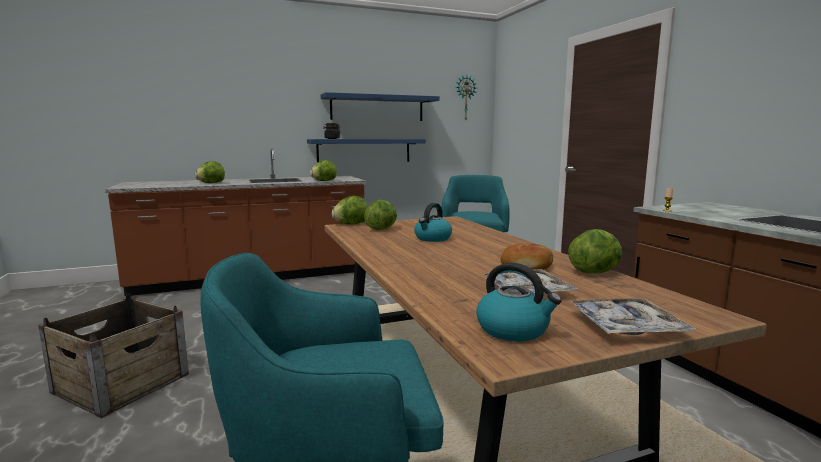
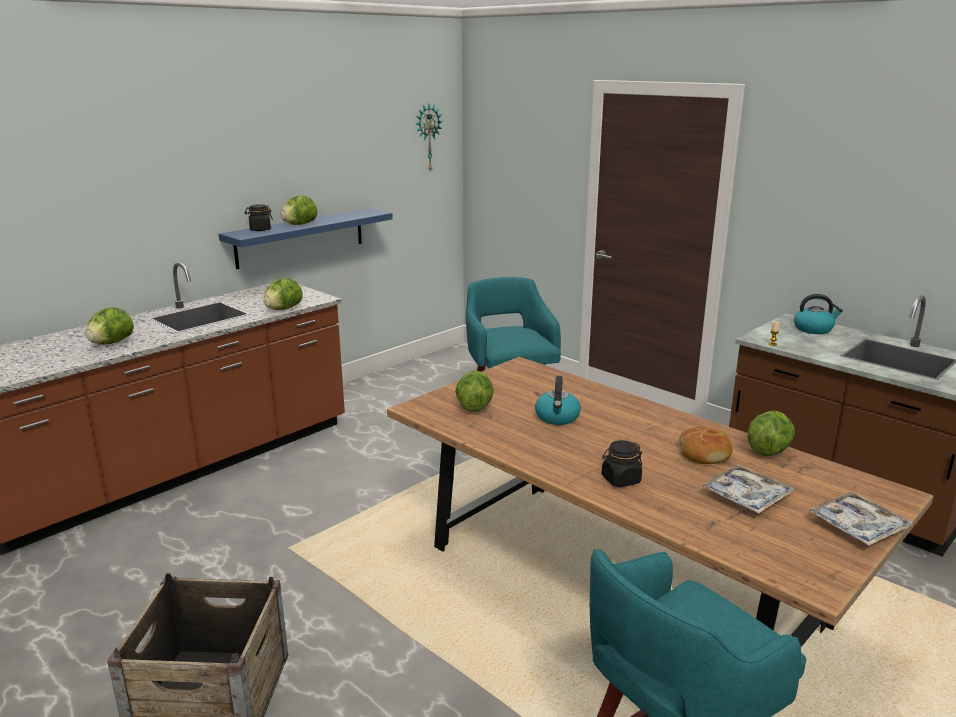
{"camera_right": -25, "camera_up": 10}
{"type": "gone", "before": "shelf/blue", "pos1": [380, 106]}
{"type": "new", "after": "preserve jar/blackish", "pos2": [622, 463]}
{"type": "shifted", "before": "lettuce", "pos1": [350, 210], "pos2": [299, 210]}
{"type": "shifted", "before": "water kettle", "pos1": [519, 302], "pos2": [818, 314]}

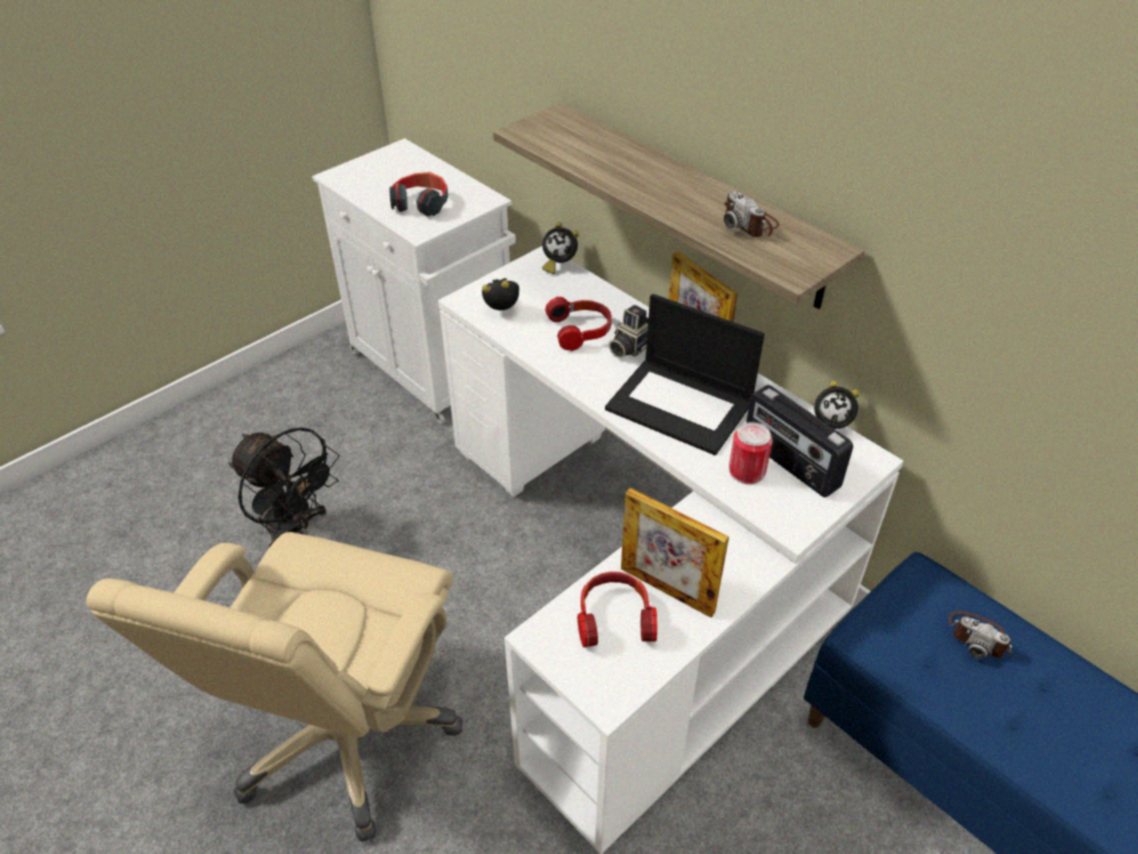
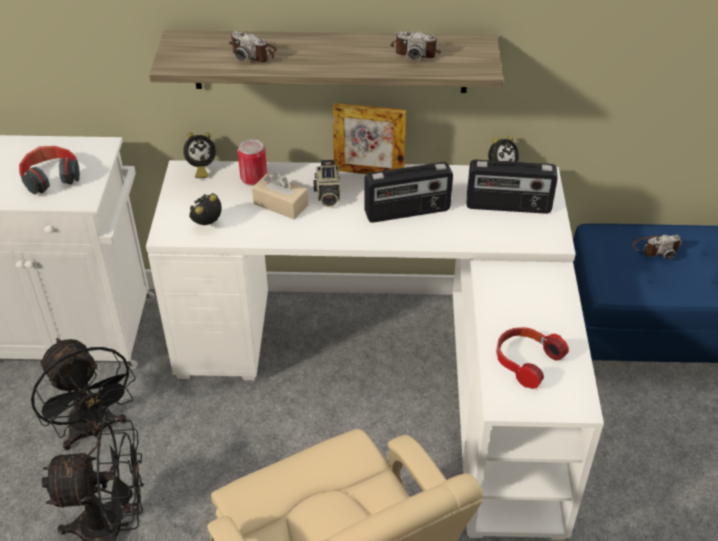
{"camera_right": -45, "camera_up": 0}
{"type": "gone", "before": "standing frame", "pos1": [675, 553]}
{"type": "new", "after": "cooling fan/blackish", "pos2": [83, 394]}
{"type": "new", "after": "photo camera", "pos2": [253, 47]}
{"type": "shifted", "before": "can", "pos1": [751, 453], "pos2": [253, 162]}
{"type": "swapped", "before": "pair of headphones", "after": "tissue box/beige", "pos1": [578, 324], "pos2": [280, 196]}
{"type": "swapped", "before": "notebook computer", "after": "radio", "pos1": [685, 374], "pos2": [408, 192]}

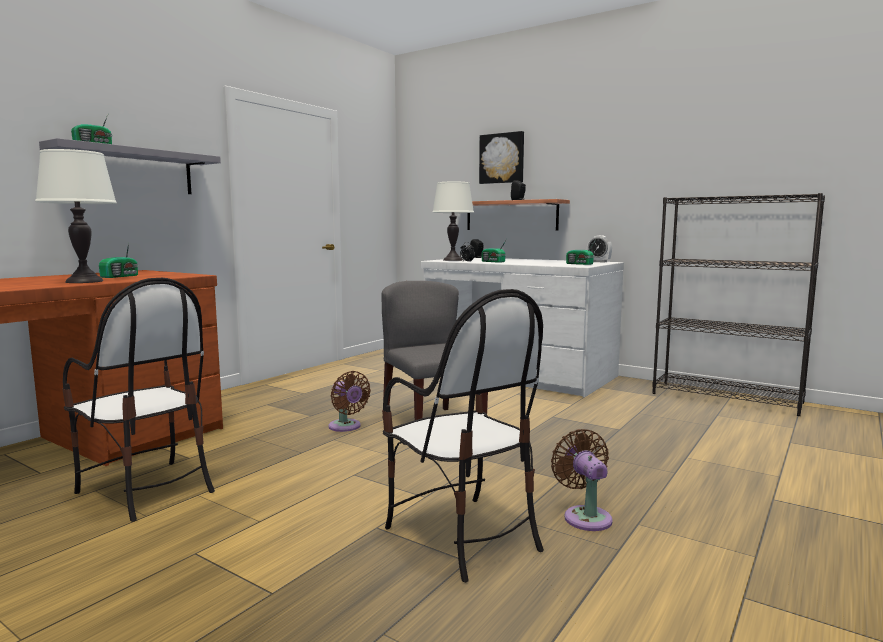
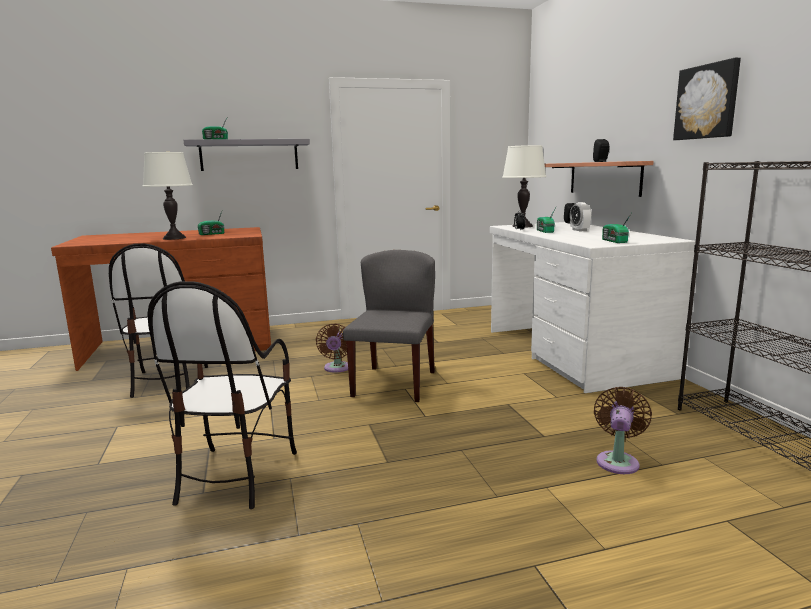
{"camera_right": 40, "camera_up": 5}
{"type": "shifted", "before": "wall art", "pos1": [501, 157], "pos2": [707, 99]}
{"type": "shifted", "before": "cooling fan/brownish", "pos1": [582, 480], "pos2": [623, 430]}
{"type": "shifted", "before": "bedside clock", "pos1": [599, 248], "pos2": [581, 216]}

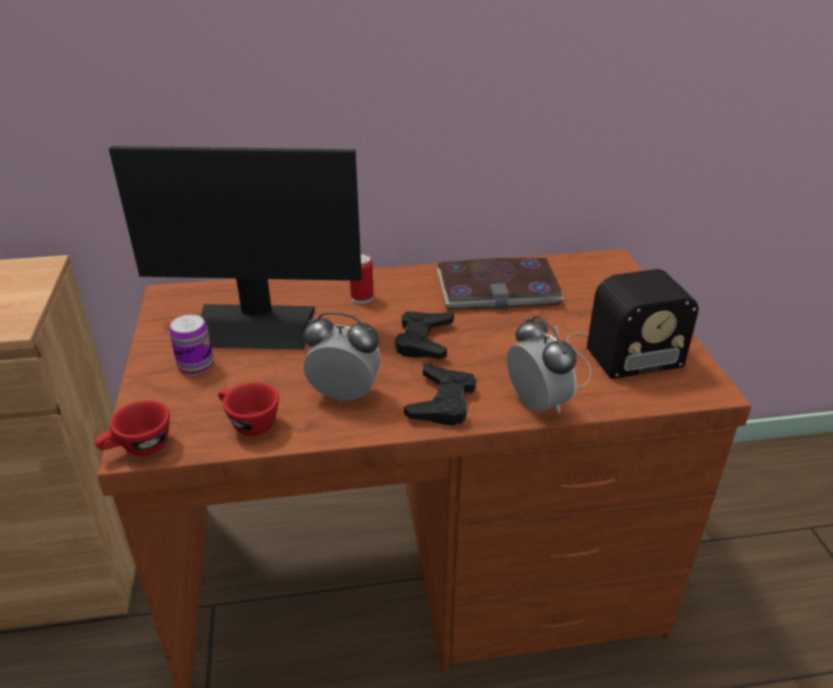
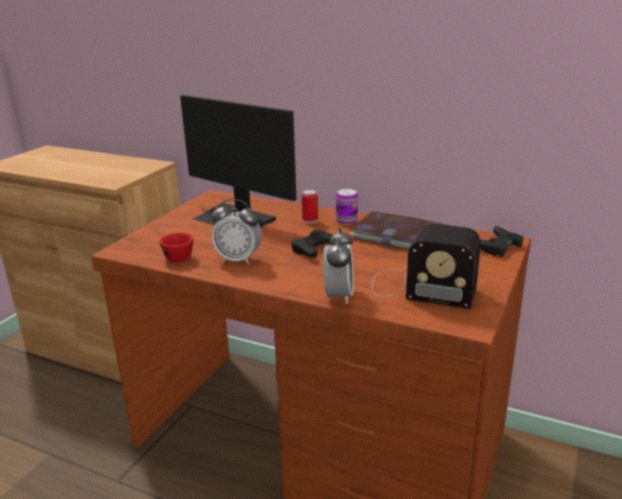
{"camera_right": 35, "camera_up": -10}
{"type": "gone", "before": "drinking cup/reddish", "pos1": [132, 428]}
{"type": "shifted", "before": "can", "pos1": [191, 344], "pos2": [347, 207]}
{"type": "shifted", "before": "joypad/blackish", "pos1": [440, 394], "pos2": [502, 241]}
{"type": "rotated", "before": "bedside clock", "pos1": [342, 357], "pos2": [236, 231], "turn": 150}

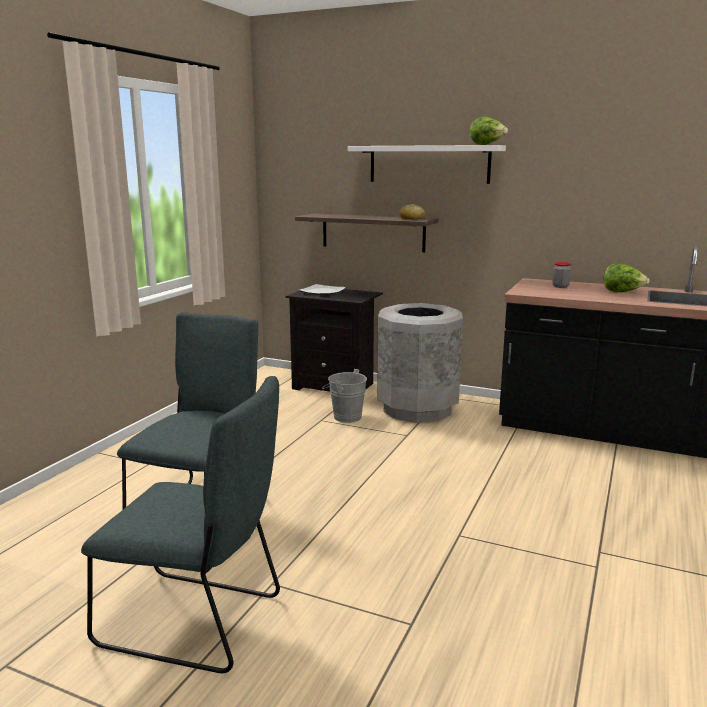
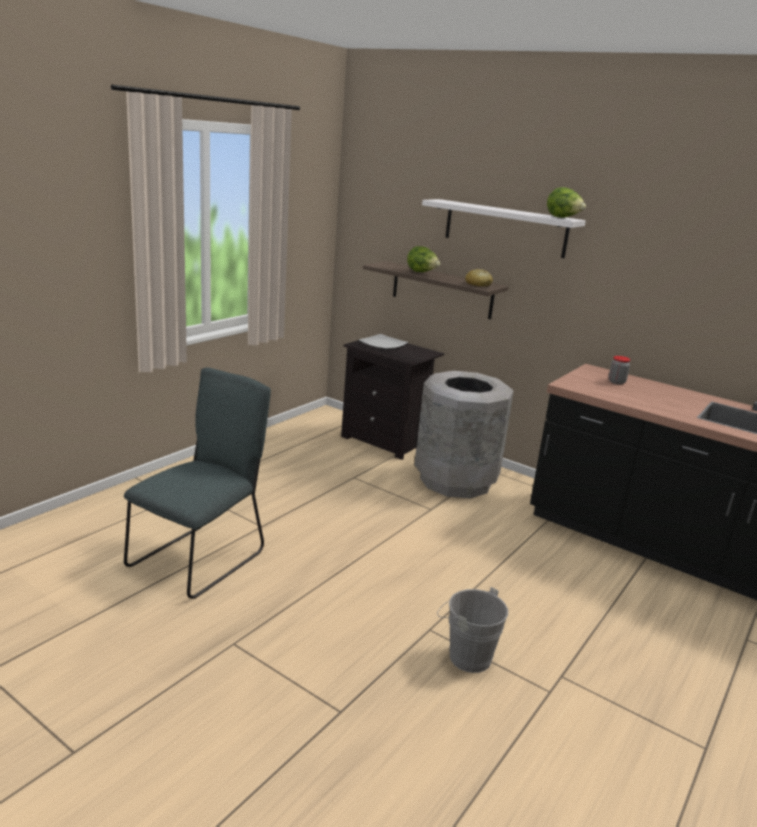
{"camera_right": 10, "camera_up": 5}
{"type": "gone", "before": "upright chair/gray", "pos1": [180, 524]}
{"type": "shifted", "before": "bucket/gray", "pos1": [345, 396], "pos2": [472, 630]}
{"type": "shifted", "before": "lettuce", "pos1": [627, 278], "pos2": [423, 259]}

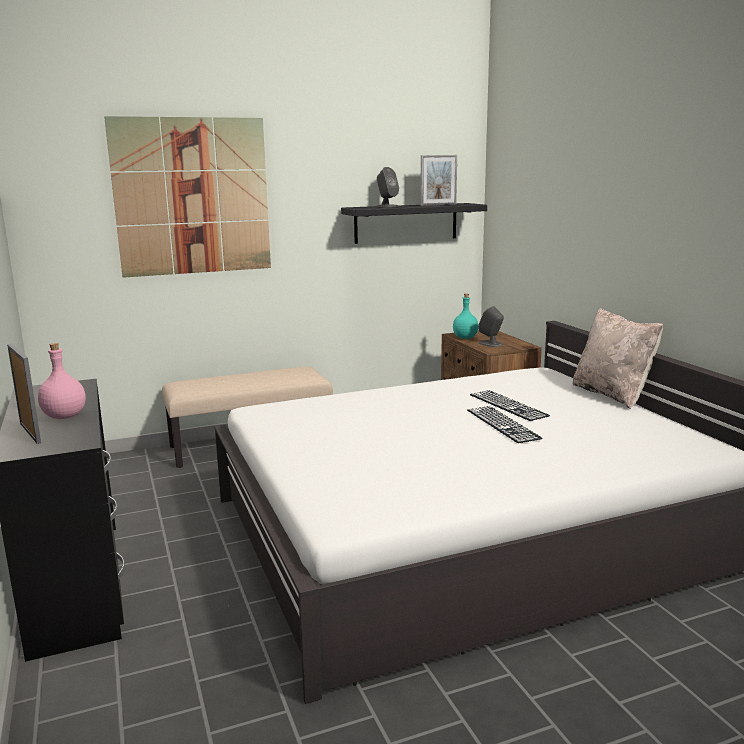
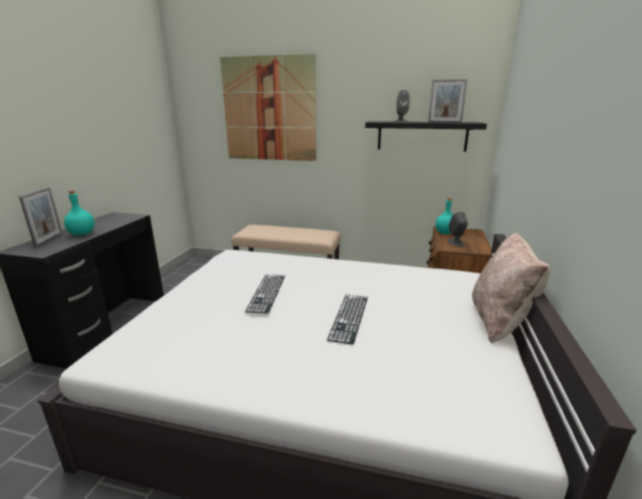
{"camera_right": 35, "camera_up": 5}
{"type": "shifted", "before": "PC keyboard", "pos1": [510, 405], "pos2": [265, 294]}
{"type": "repainted", "before": "beverage bottle/pink-coloured", "after": "beverage bottle/turquoise-coloured", "pos1": [62, 381], "pos2": [79, 213]}

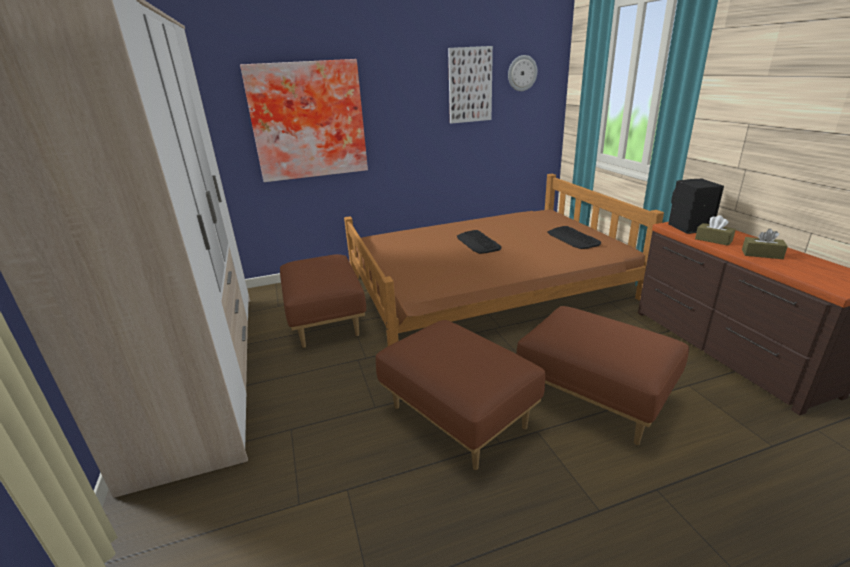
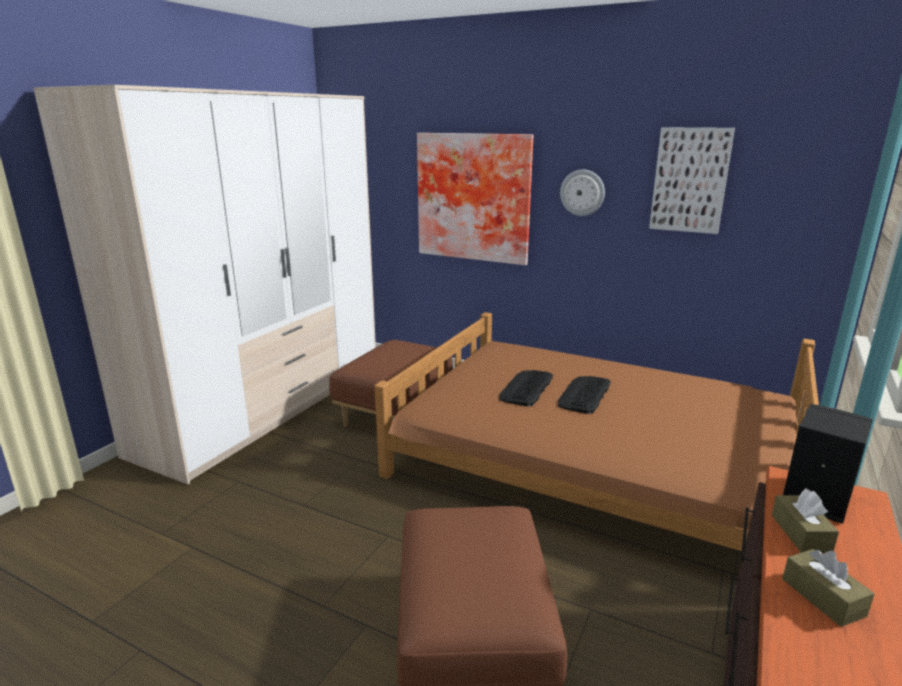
{"camera_right": 45, "camera_up": -5}
{"type": "gone", "before": "pouffe/brownish", "pos1": [460, 395]}
{"type": "shifted", "before": "wall clock", "pos1": [522, 73], "pos2": [582, 192]}
{"type": "shifted", "before": "PC keyboard", "pos1": [574, 237], "pos2": [526, 388]}

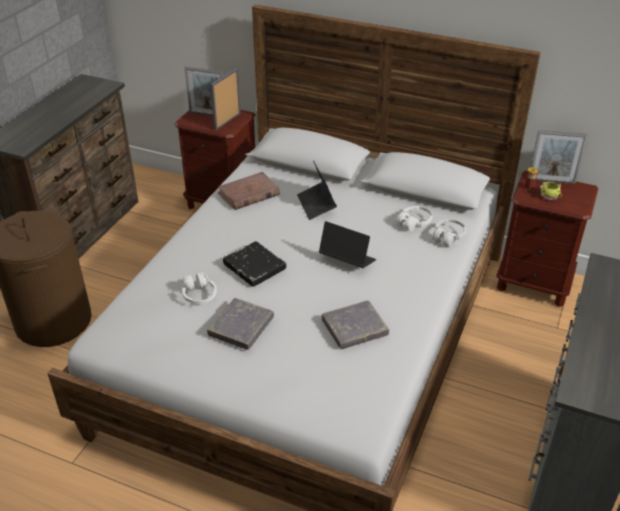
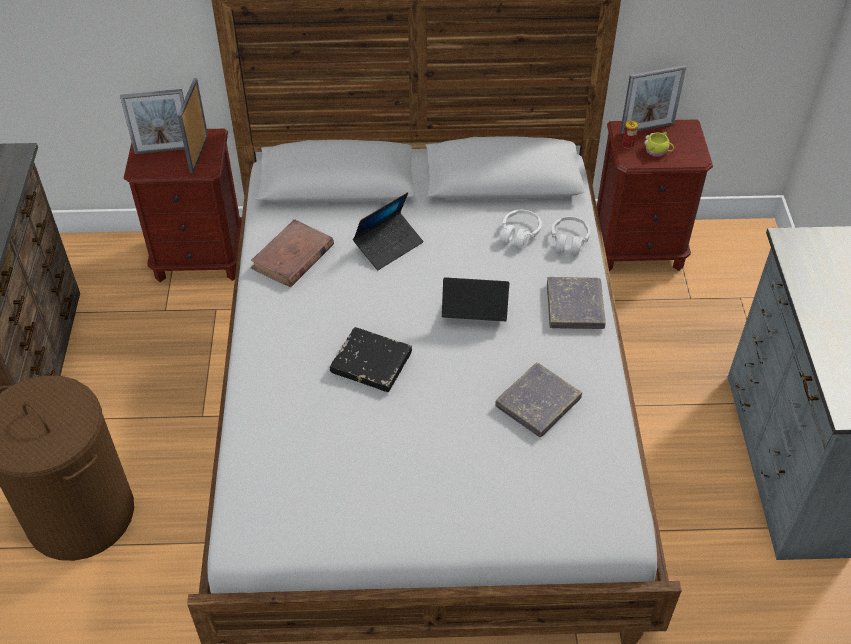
{"camera_right": -25, "camera_up": 10}
{"type": "gone", "before": "pair of headphones/whitish", "pos1": [199, 288]}
{"type": "shifted", "before": "book/gray", "pos1": [240, 324], "pos2": [576, 303]}
{"type": "rotated", "before": "notebook computer", "pos1": [317, 190], "pos2": [388, 231], "turn": -90}

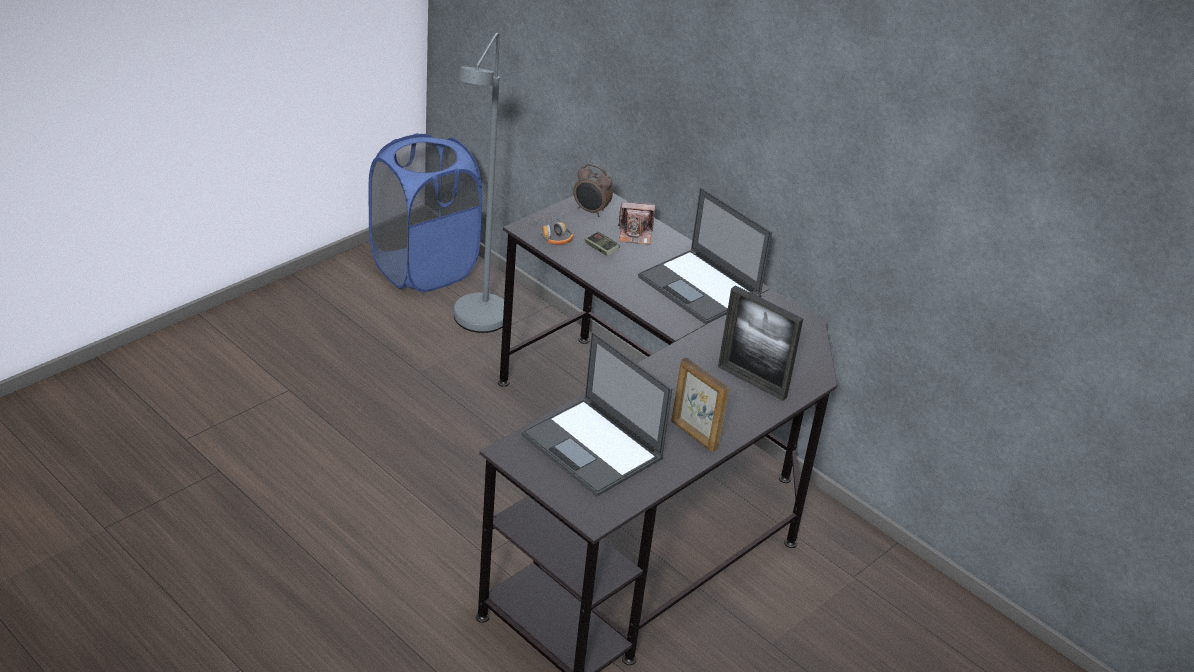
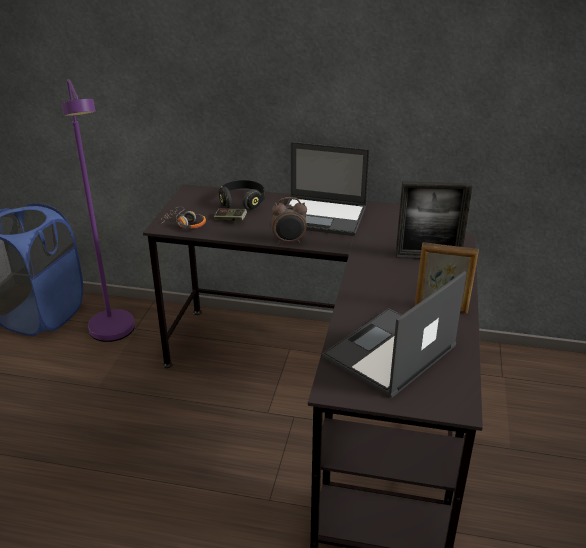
{"camera_right": -30, "camera_up": -5}
{"type": "shifted", "before": "bedside clock", "pos1": [593, 190], "pos2": [289, 220]}
{"type": "swapped", "before": "photo camera", "after": "pair of headphones/blackish", "pos1": [636, 223], "pos2": [242, 195]}
{"type": "repainted", "before": "floor lamp/gray", "after": "floor lamp/purple", "pos1": [479, 183], "pos2": [98, 210]}
{"type": "rotated", "before": "notebook computer", "pos1": [596, 414], "pos2": [394, 334], "turn": 120}

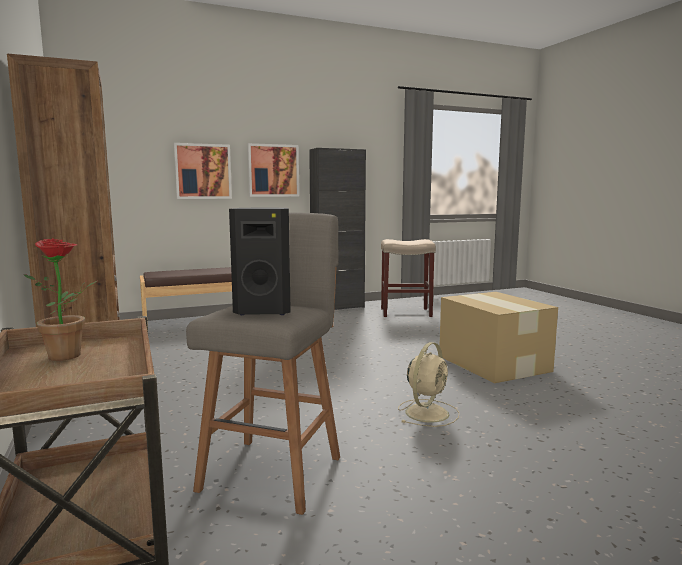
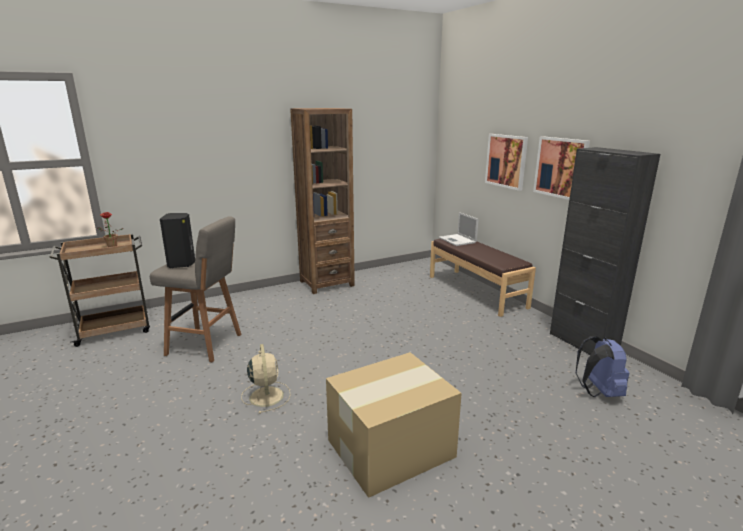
{"camera_right": 85, "camera_up": 10}
{"type": "new", "after": "notebook computer", "pos2": [459, 229]}
{"type": "swapped", "before": "stool/beige", "after": "knapsack/blue", "pos1": [408, 278], "pos2": [602, 366]}
{"type": "rotated", "before": "cooling fan/beige", "pos1": [428, 384], "pos2": [266, 379], "turn": -135}

